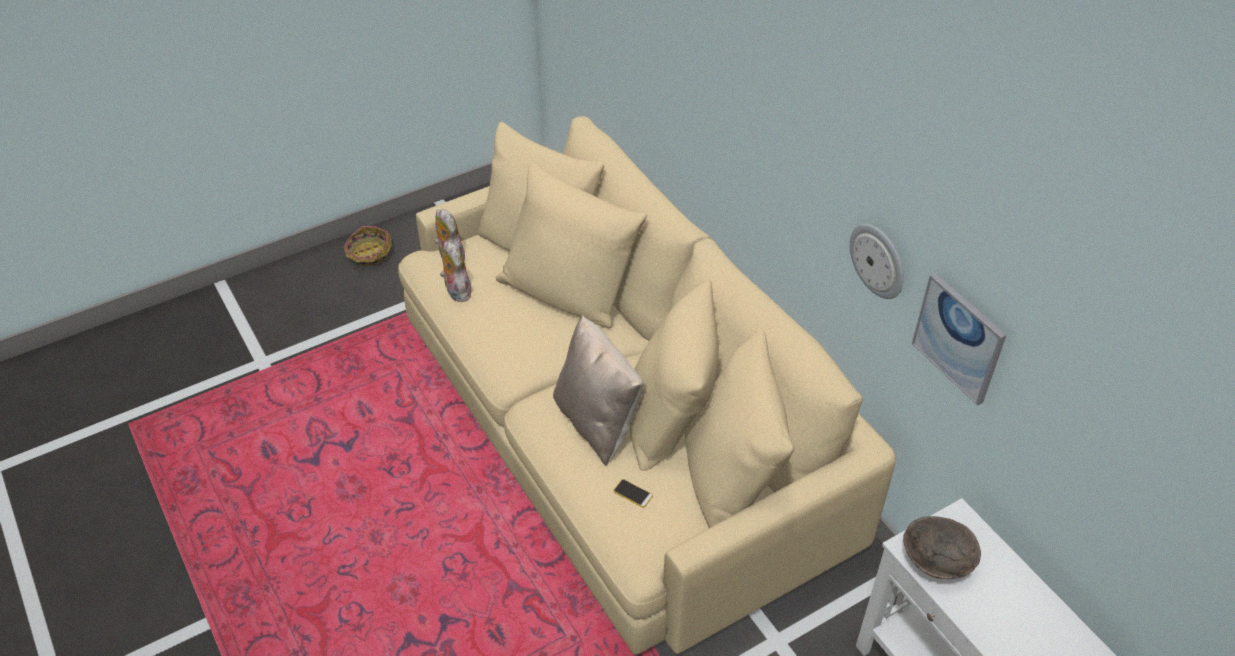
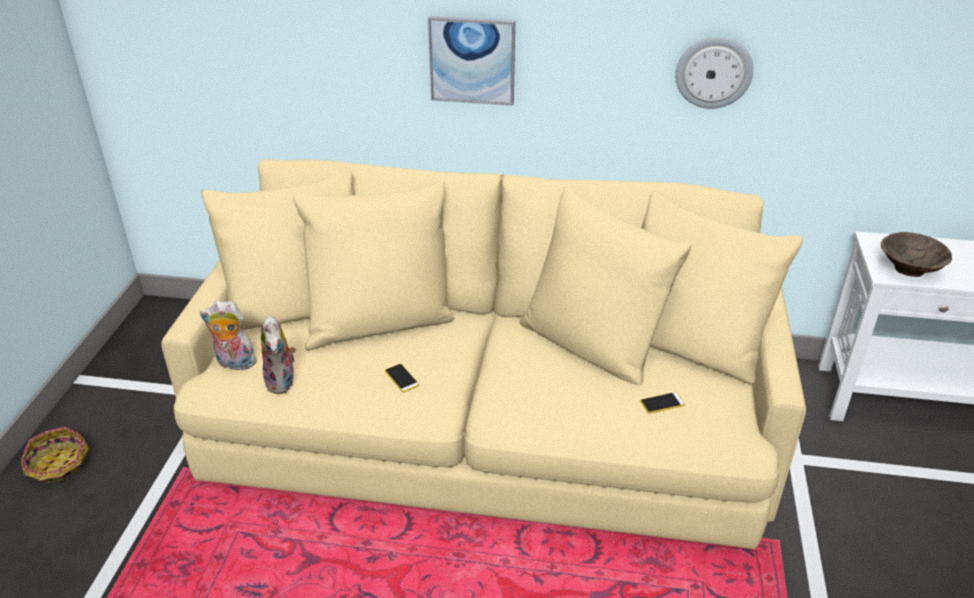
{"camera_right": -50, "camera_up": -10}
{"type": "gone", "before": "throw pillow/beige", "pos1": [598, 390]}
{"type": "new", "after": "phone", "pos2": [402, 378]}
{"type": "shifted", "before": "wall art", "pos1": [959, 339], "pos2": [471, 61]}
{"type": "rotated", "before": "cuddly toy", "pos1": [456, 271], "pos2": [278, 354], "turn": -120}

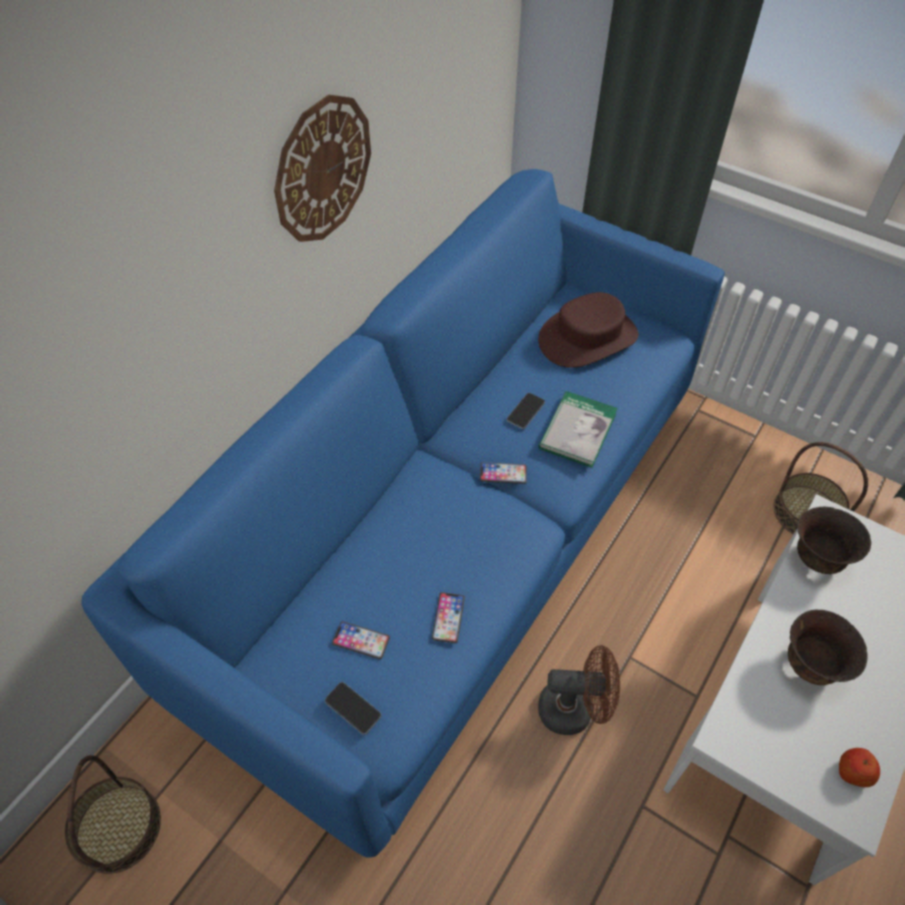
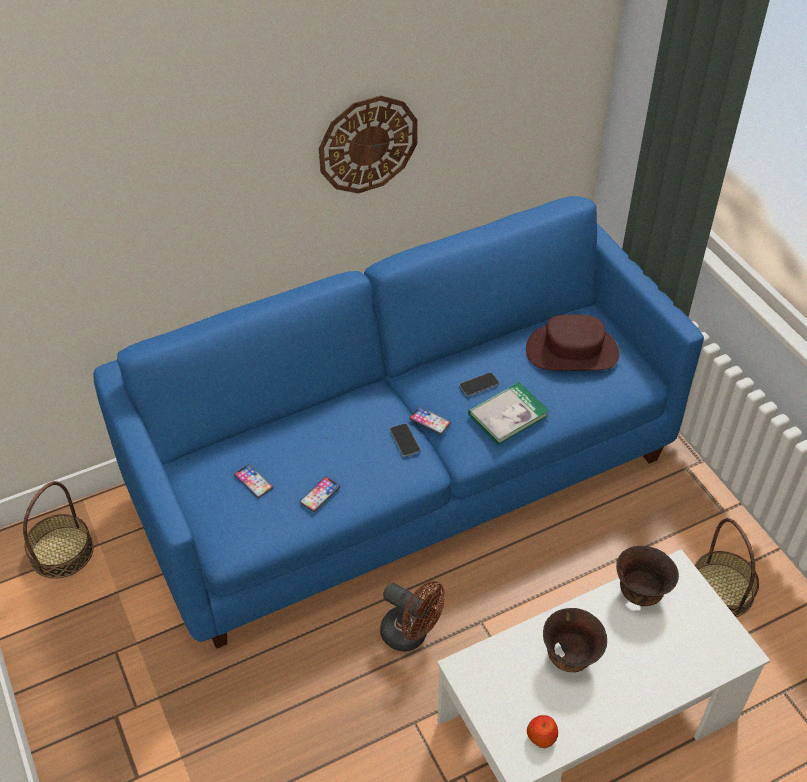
{"camera_right": 30, "camera_up": -5}
{"type": "shifted", "before": "phone", "pos1": [353, 708], "pos2": [405, 440]}

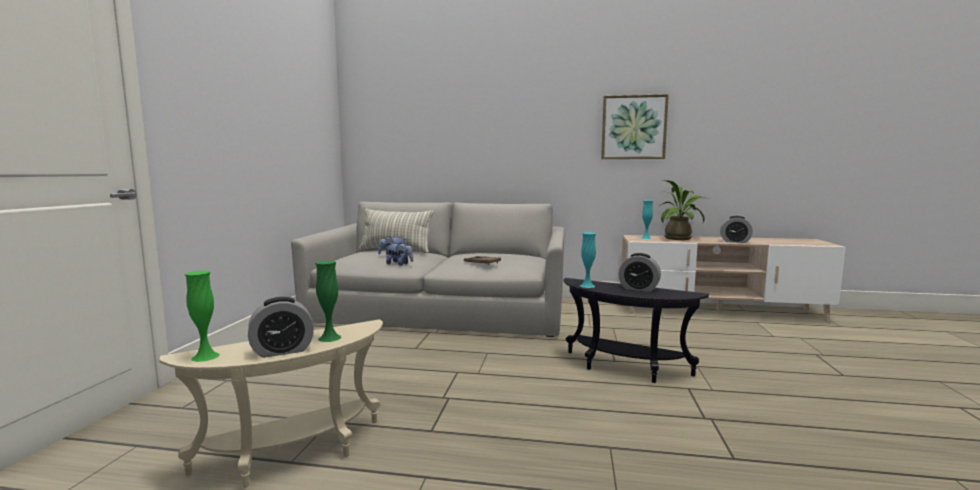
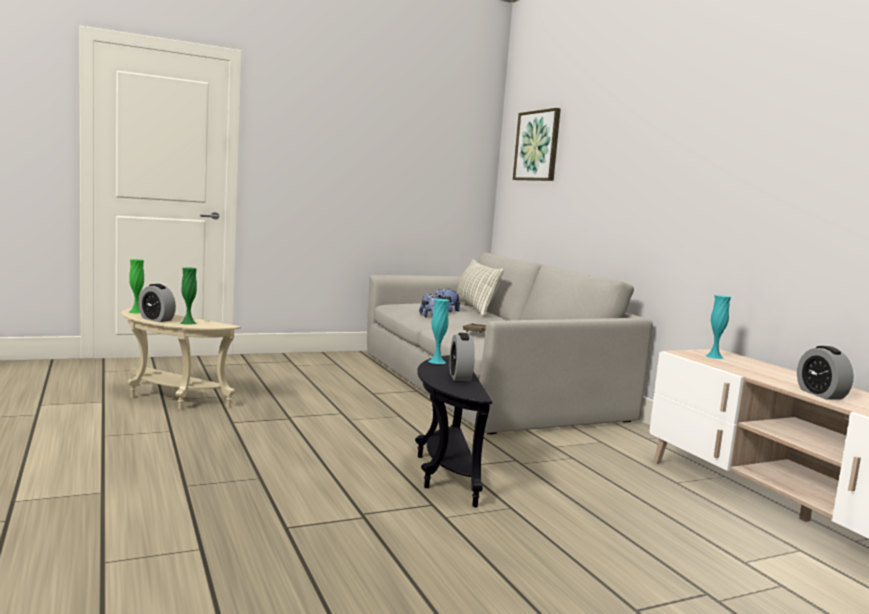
{"camera_right": 55, "camera_up": 0}
{"type": "gone", "before": "potted plant", "pos1": [683, 210]}
{"type": "shifted", "before": "wall art", "pos1": [635, 126], "pos2": [537, 144]}

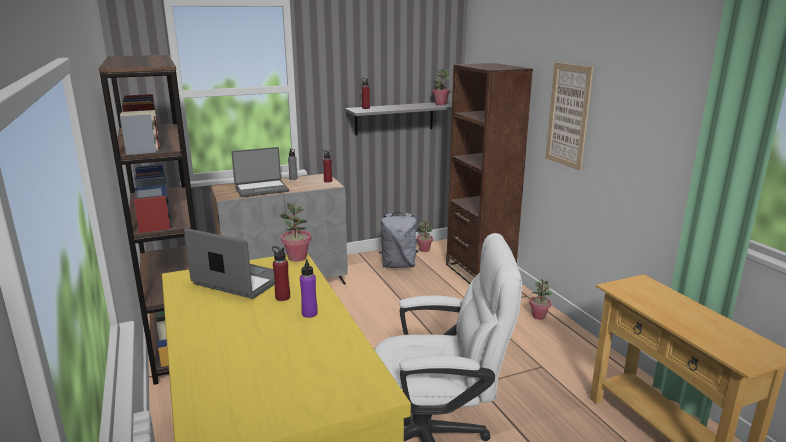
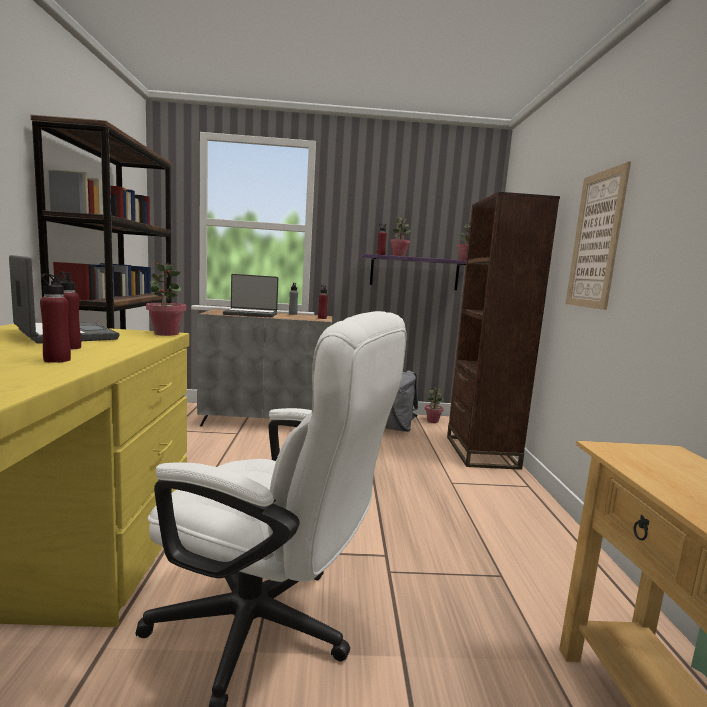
{"camera_right": 20, "camera_up": -10}
{"type": "shifted", "before": "potted plant", "pos1": [540, 299], "pos2": [400, 236]}
{"type": "repainted", "before": "beverage bottle/purple", "after": "beverage bottle/reddish", "pos1": [309, 288], "pos2": [55, 318]}
{"type": "repainted", "before": "shelf/gray", "after": "shelf/purple", "pos1": [398, 118], "pos2": [413, 272]}

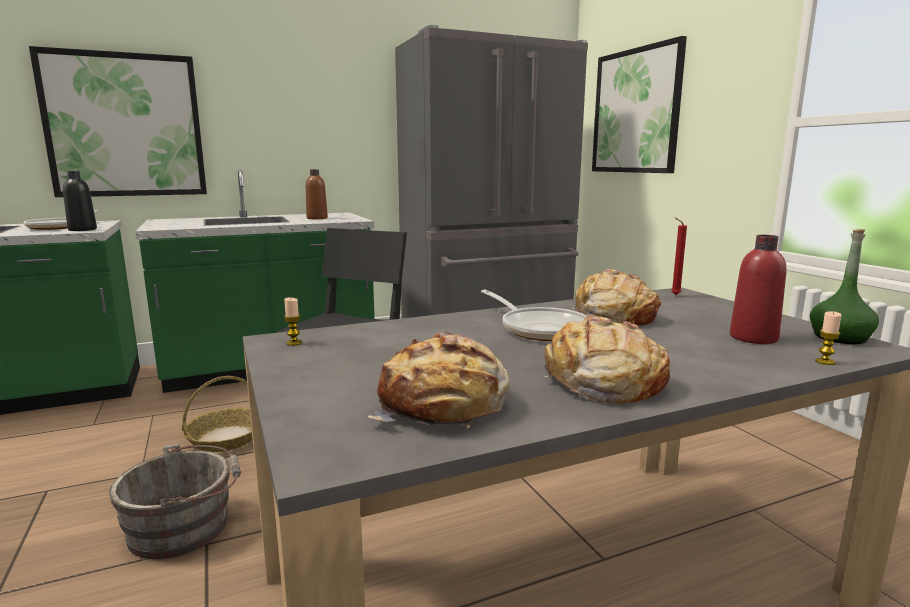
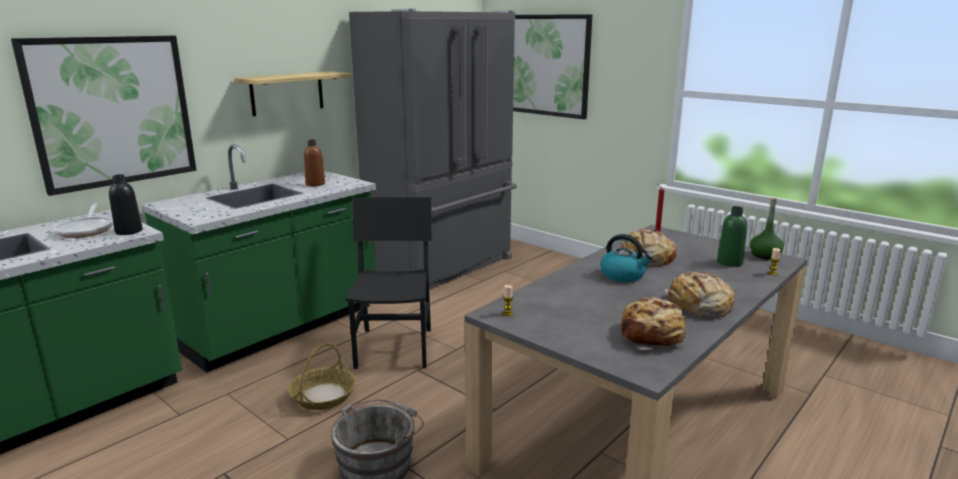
{"camera_right": -25, "camera_up": 5}
{"type": "new", "after": "shelf", "pos2": [293, 93]}
{"type": "swapped", "before": "skillet", "after": "water kettle", "pos1": [534, 315], "pos2": [627, 258]}
{"type": "repainted", "before": "beverage bottle/reddish", "after": "beverage bottle/green-coloured", "pos1": [758, 289], "pos2": [732, 236]}

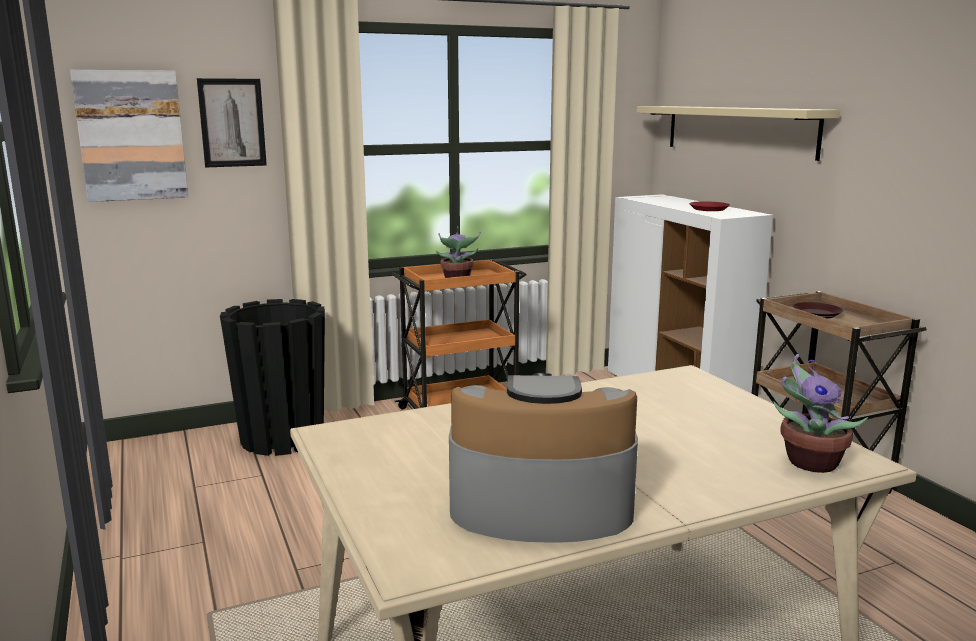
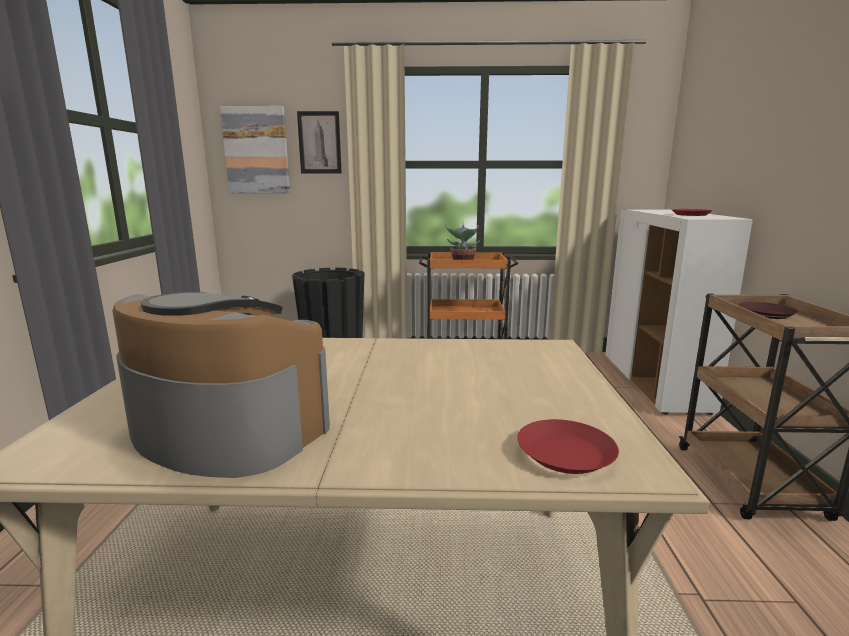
{"camera_right": 25, "camera_up": 0}
{"type": "gone", "before": "shelf/beige", "pos1": [738, 133]}
{"type": "swapped", "before": "potted plant", "after": "plate/reddish", "pos1": [820, 413], "pos2": [568, 446]}

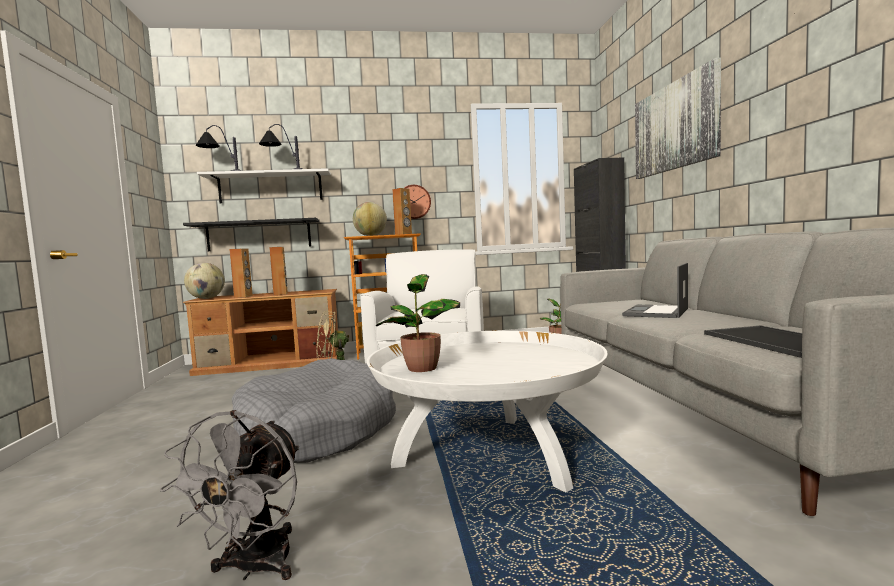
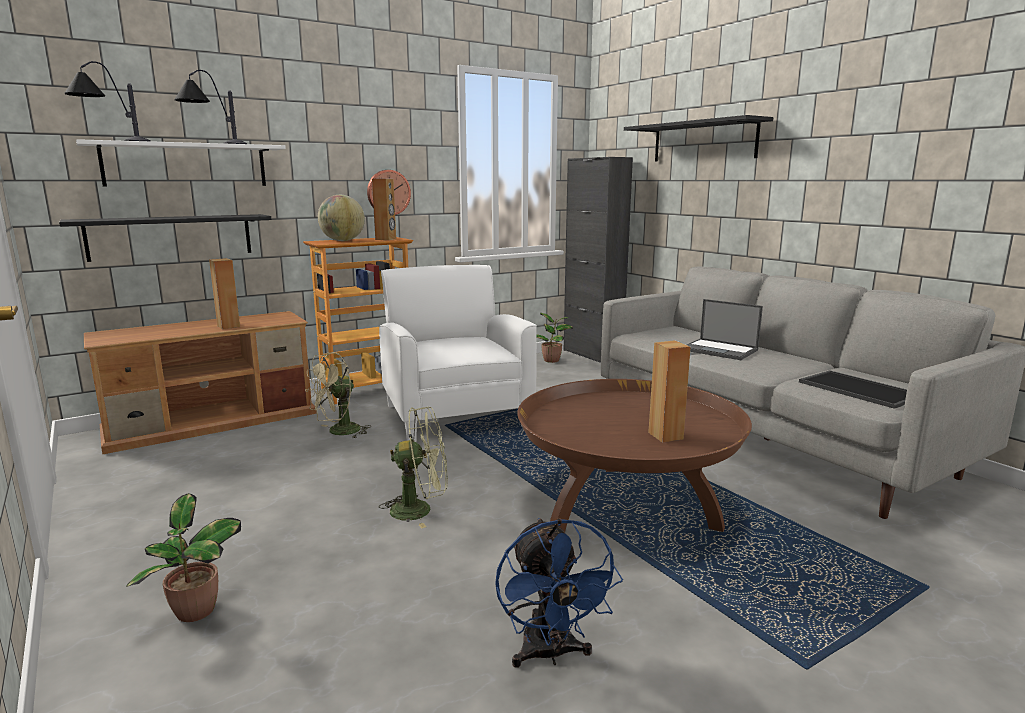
{"camera_right": -25, "camera_up": 10}
{"type": "gone", "before": "globe", "pos1": [204, 281]}
{"type": "shifted", "before": "audio speaker/brownish", "pos1": [241, 273], "pos2": [669, 391]}
{"type": "shifted", "before": "potted plant", "pos1": [418, 323], "pos2": [183, 557]}
{"type": "swapped", "before": "dog cushion/gray", "after": "cooling fan/green-coloured", "pos1": [314, 410], "pos2": [413, 468]}
{"type": "swapped", "before": "wall art", "after": "shelf/blackish", "pos1": [678, 118], "pos2": [698, 138]}
{"type": "repainted", "before": "cooling fan/gray", "after": "cooling fan/blue", "pos1": [229, 495], "pos2": [559, 593]}
{"type": "repainted", "before": "lounge table/whitish", "after": "lounge table/brownish", "pos1": [487, 411], "pos2": [634, 455]}
{"type": "rotated", "before": "notebook computer", "pos1": [655, 290], "pos2": [725, 329], "turn": -60}

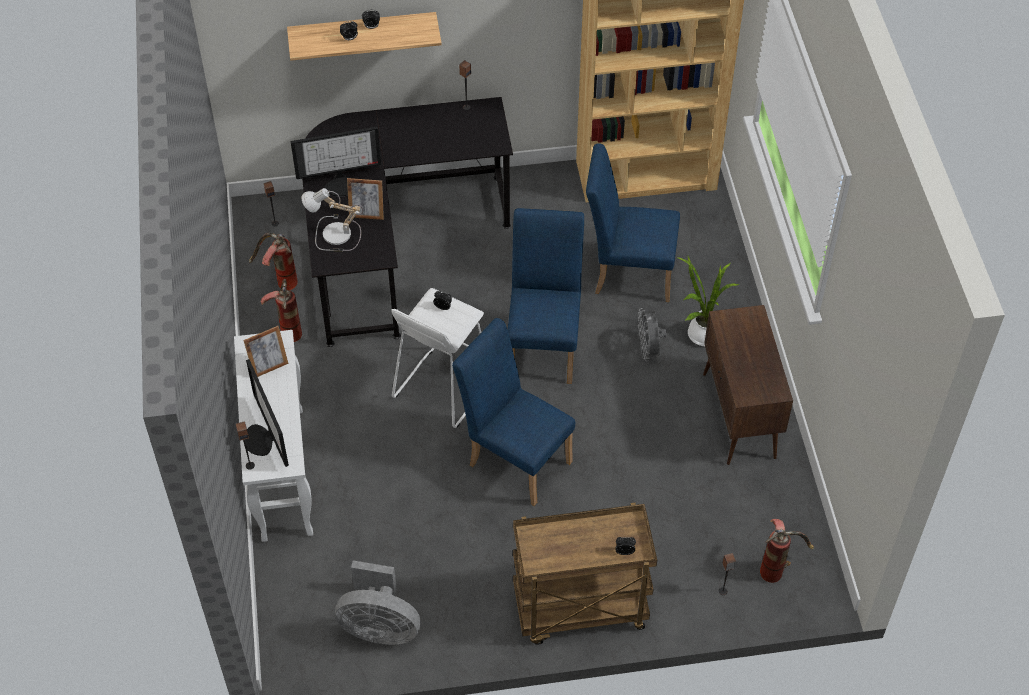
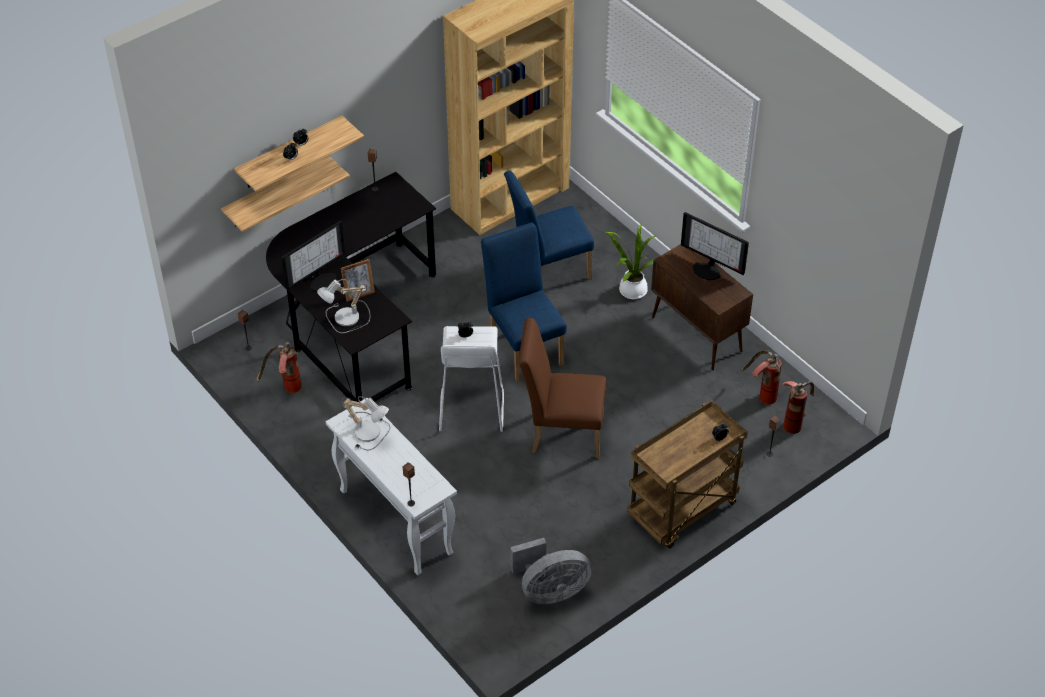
{"camera_right": -30, "camera_up": -5}
{"type": "gone", "before": "cooling fan/gray", "pos1": [652, 334]}
{"type": "new", "after": "shelf", "pos2": [285, 194]}
{"type": "shifted", "before": "computer screen", "pos1": [267, 413], "pos2": [715, 246]}
{"type": "shifted", "before": "fire extinguisher", "pos1": [281, 310], "pos2": [762, 377]}
{"type": "swapped", "before": "standing frame", "after": "lamp for a table", "pos1": [265, 351], "pos2": [366, 423]}
{"type": "repainted", "before": "upright chair/blue", "after": "upright chair/brownish", "pos1": [513, 412], "pos2": [562, 388]}

